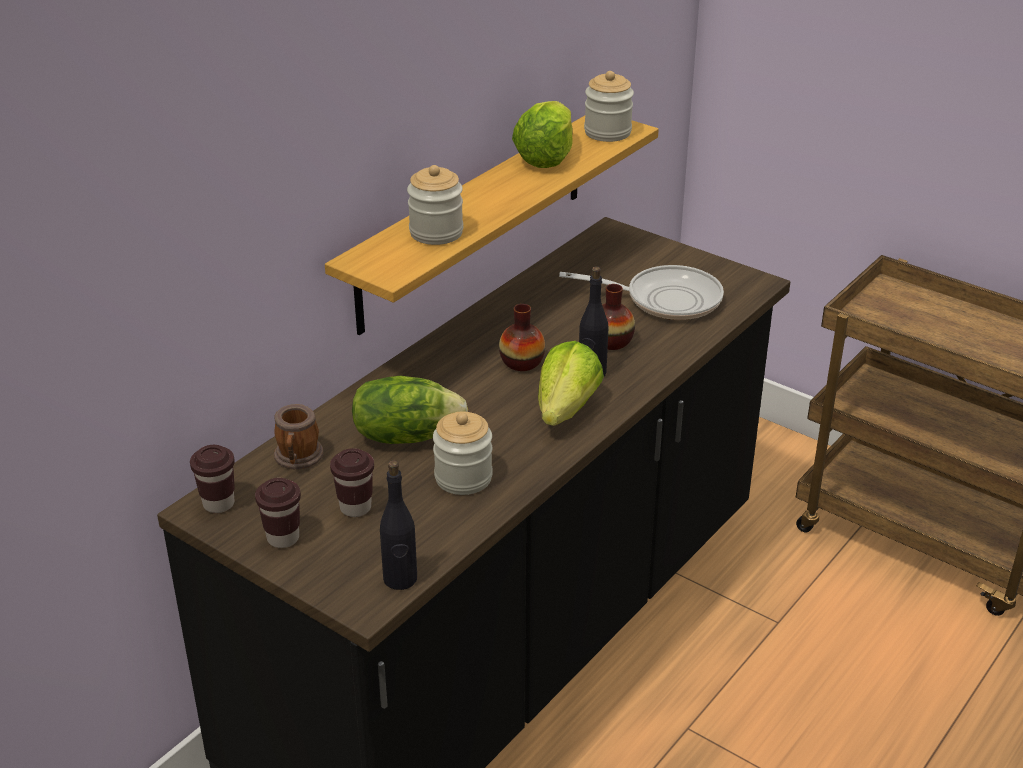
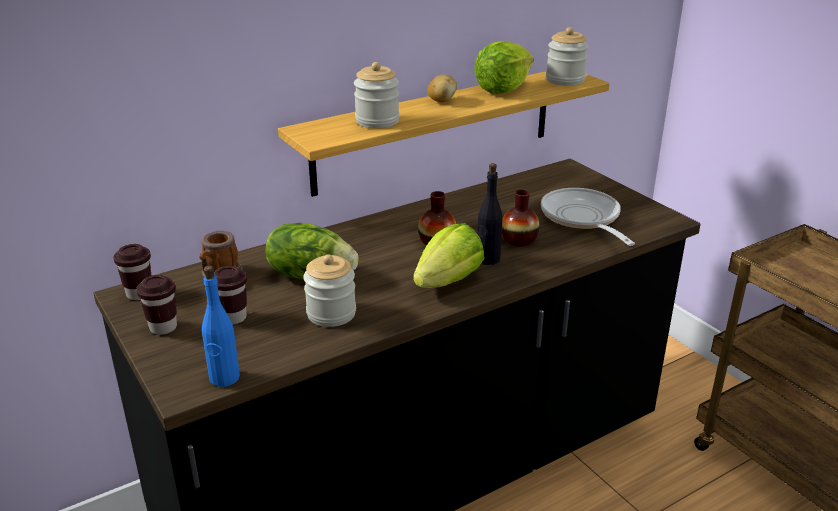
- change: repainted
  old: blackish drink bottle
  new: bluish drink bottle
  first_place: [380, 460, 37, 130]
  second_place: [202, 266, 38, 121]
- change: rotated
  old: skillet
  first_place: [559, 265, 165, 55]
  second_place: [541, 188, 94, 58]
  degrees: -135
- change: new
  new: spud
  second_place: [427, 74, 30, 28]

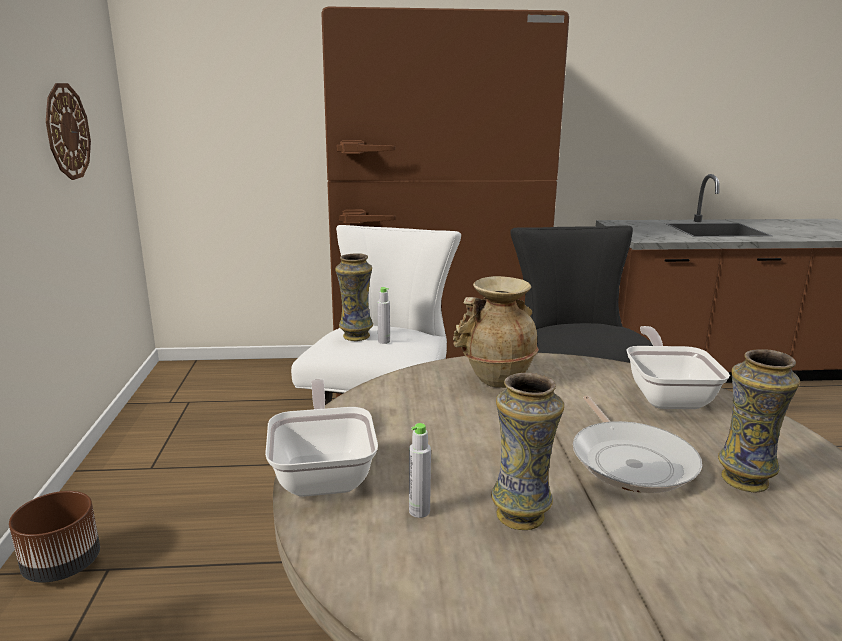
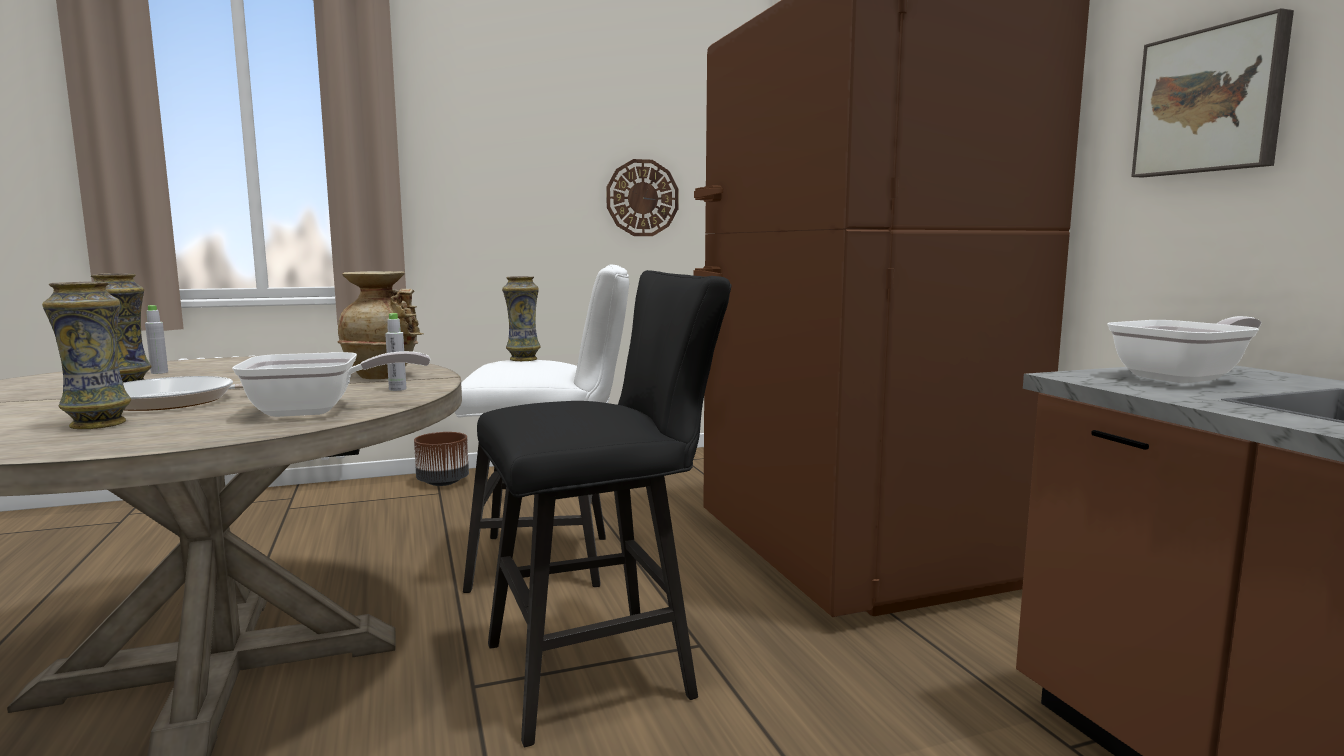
- change: shifted
  old: skillet
  first_place: [265, 379, 113, 118]
  second_place: [1107, 316, 154, 67]
- change: shifted
  old: grey drink bottle
  first_place: [377, 287, 13, 57]
  second_place: [385, 313, 21, 78]
- change: new
  new: wall art
  second_place: [1131, 8, 163, 169]

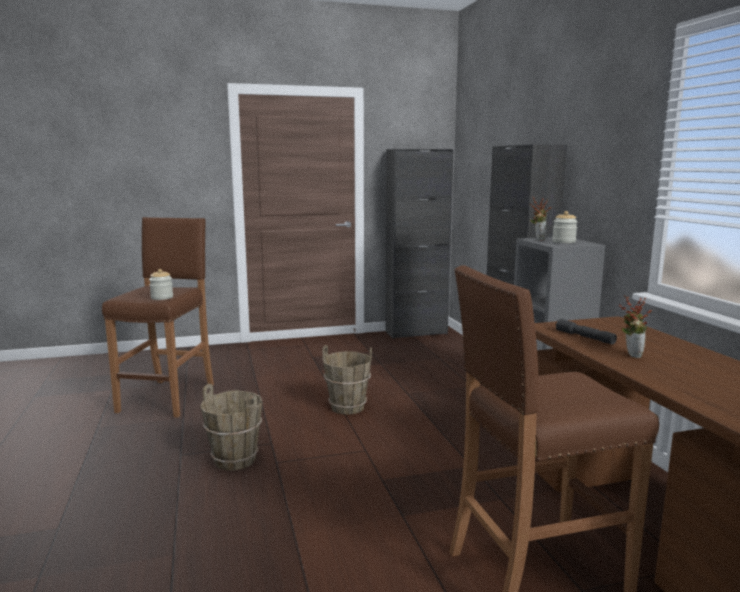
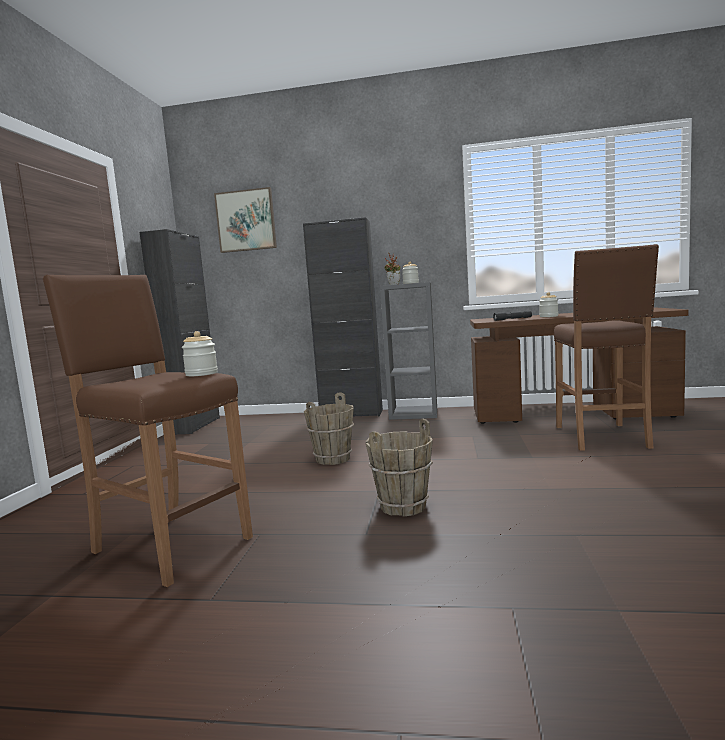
- change: swapped
  old: houseplant
  new: storage jar
  first_place: [619, 295, 33, 63]
  second_place: [539, 292, 19, 25]
- change: new
  new: wall art
  second_place: [214, 187, 63, 66]

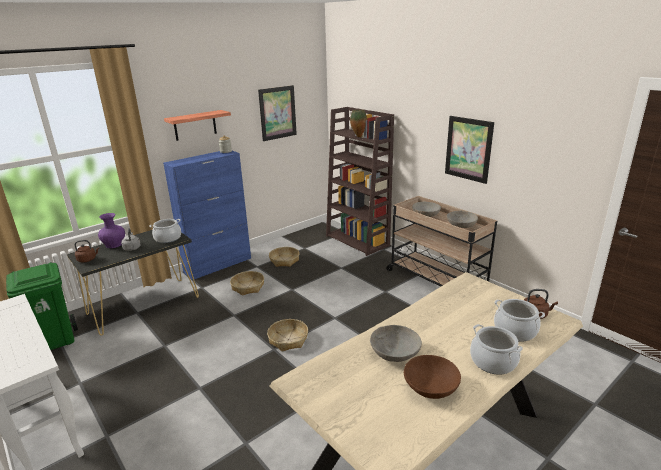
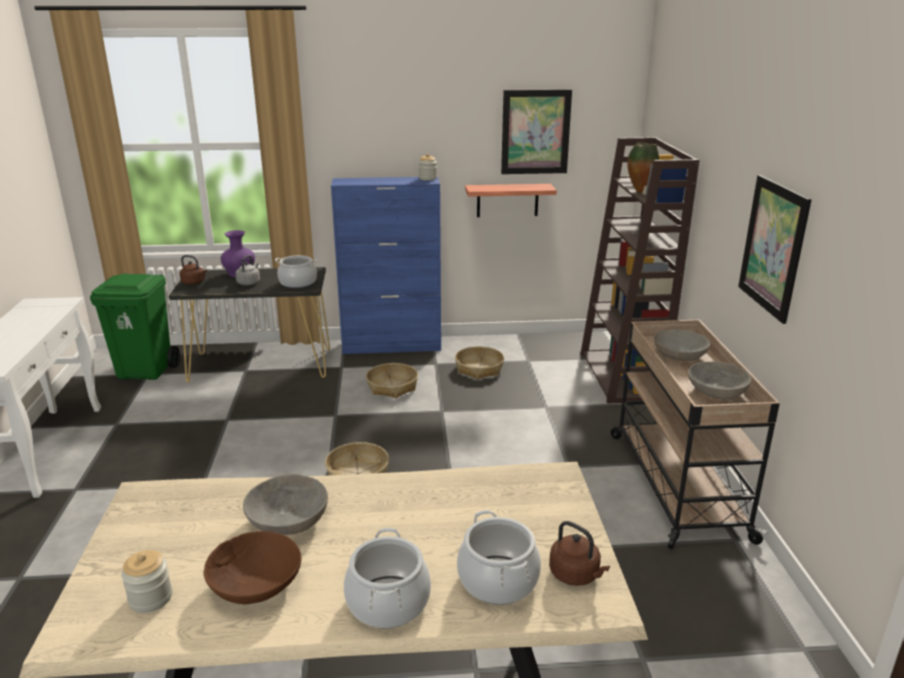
- change: shifted
  old: shelf
  first_place: [164, 110, 67, 31]
  second_place: [465, 184, 92, 33]
- change: new
  new: storage jar
  second_place: [121, 550, 51, 63]

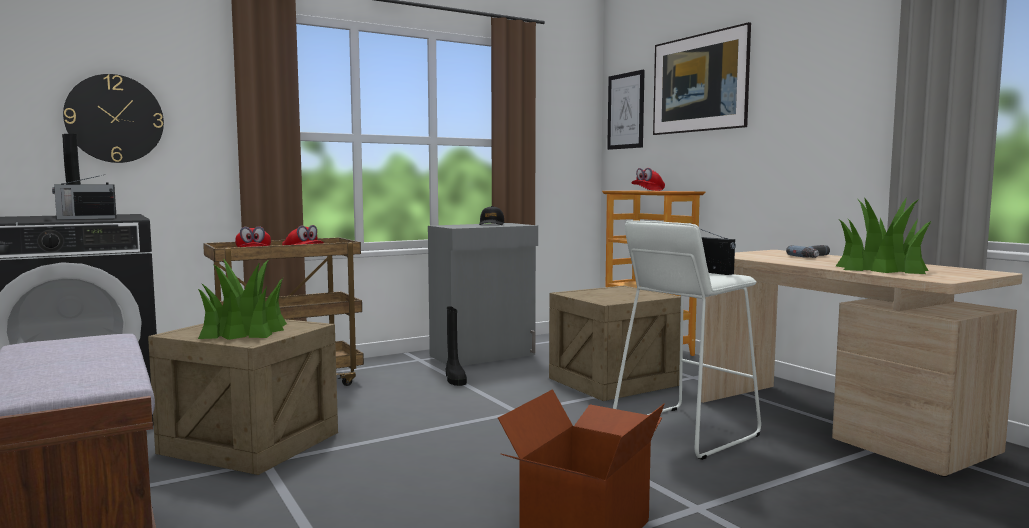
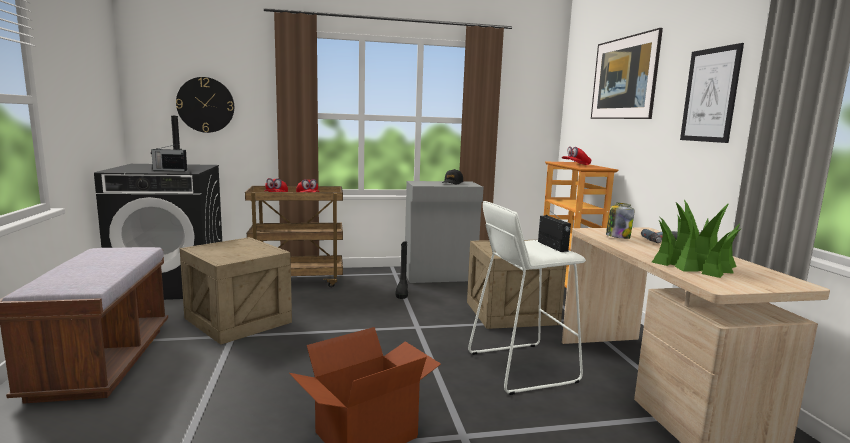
- change: gone
  old: houseplant
  first_place: [197, 259, 90, 81]
- change: shifted
  old: wall art
  first_place: [607, 70, 38, 80]
  second_place: [680, 43, 64, 100]
- change: new
  new: storage jar
  second_place: [606, 203, 28, 36]

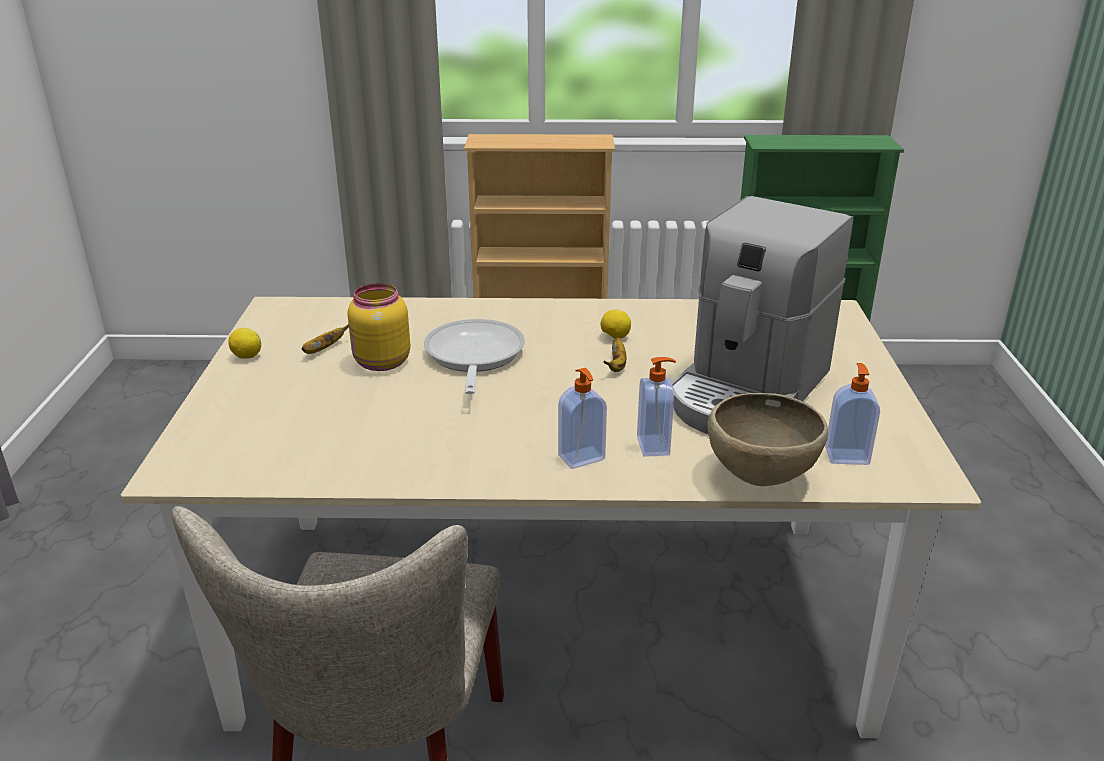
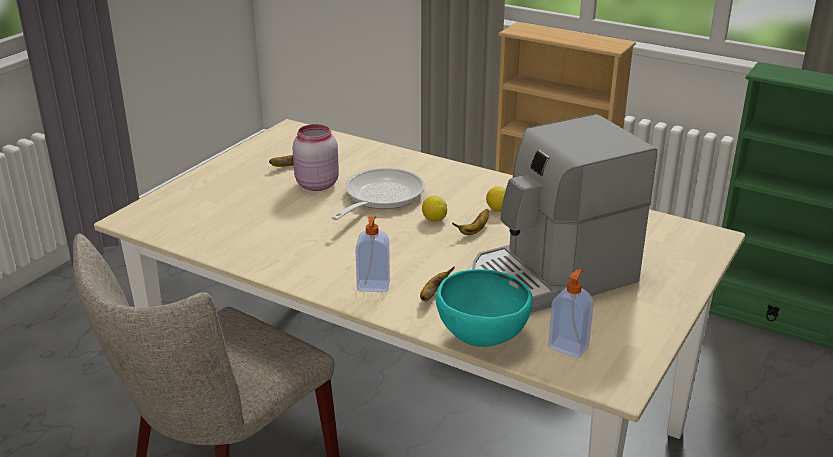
- change: shifted
  old: whole lemon
  first_place: [228, 328, 33, 31]
  second_place: [422, 196, 25, 26]
- change: repainted
  old: yellow storage jar
  new: pink-coloured storage jar
  first_place: [347, 283, 63, 88]
  second_place: [293, 124, 46, 67]
- change: swapped
  old: soap bottle
  new: banana
  first_place: [637, 357, 39, 100]
  second_place: [420, 266, 34, 35]
- change: repainted
  old: brown-coloured serving bowl
  new: turquoise serving bowl
  first_place: [707, 393, 121, 93]
  second_place: [436, 269, 97, 78]

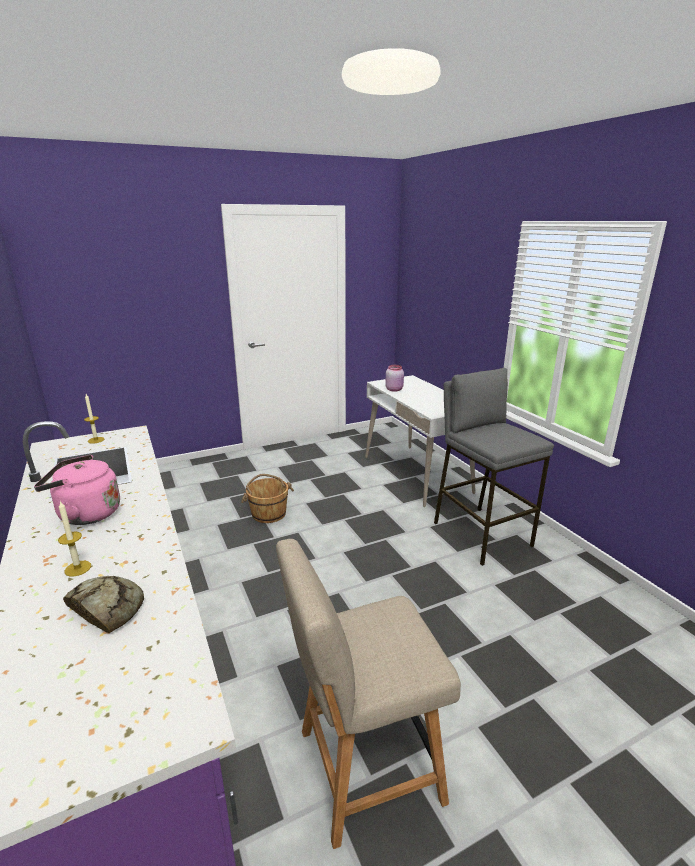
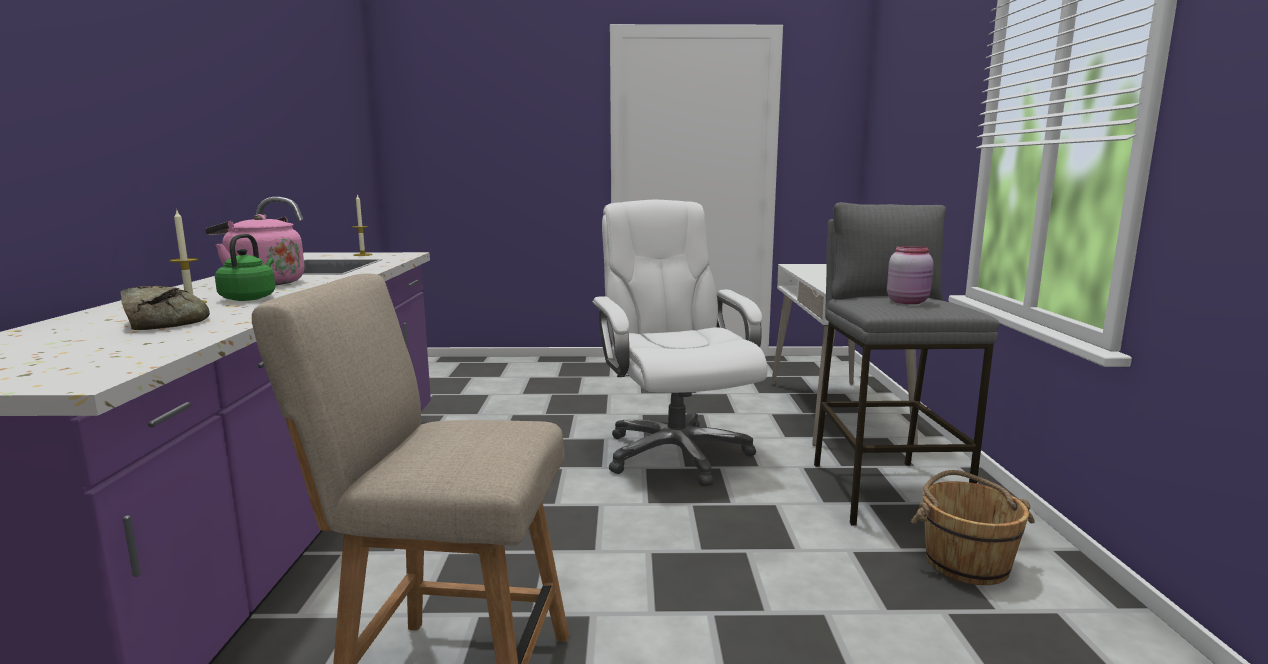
- change: shifted
  old: brown-coloured water bucket
  first_place: [241, 474, 53, 49]
  second_place: [911, 470, 124, 115]
- change: shifted
  old: pink-coloured storage jar
  first_place: [385, 365, 19, 27]
  second_place: [887, 245, 46, 59]
- change: new
  new: green tea kettle
  second_place: [215, 234, 61, 67]
- change: new
  new: white-coloured desk chair
  second_place: [592, 200, 175, 286]

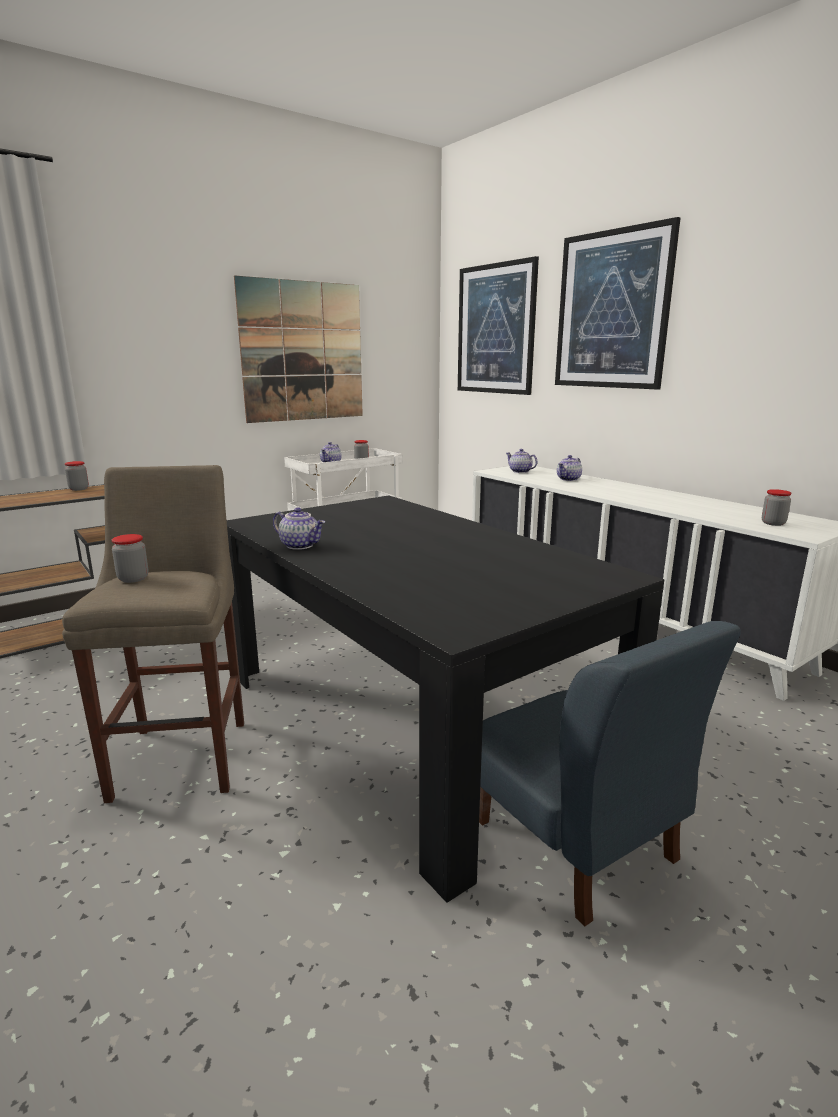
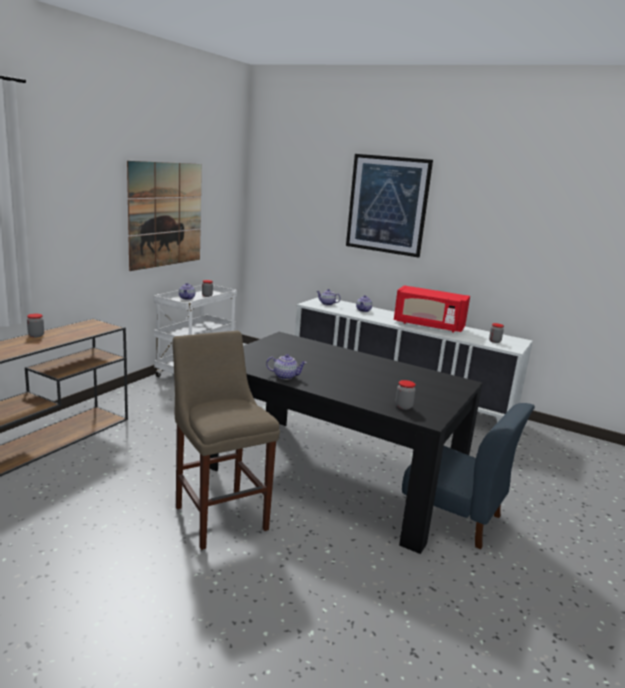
- change: shifted
  old: storage jar
  first_place: [112, 534, 36, 49]
  second_place: [395, 380, 21, 30]
- change: gone
  old: wall art
  first_place: [458, 256, 81, 139]
- change: new
  new: red microwave
  second_place: [394, 285, 76, 48]

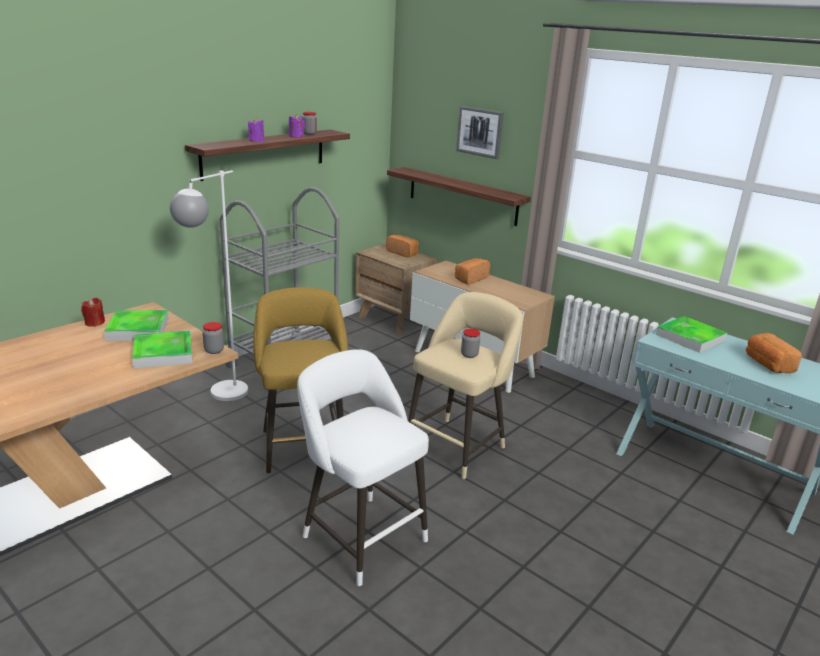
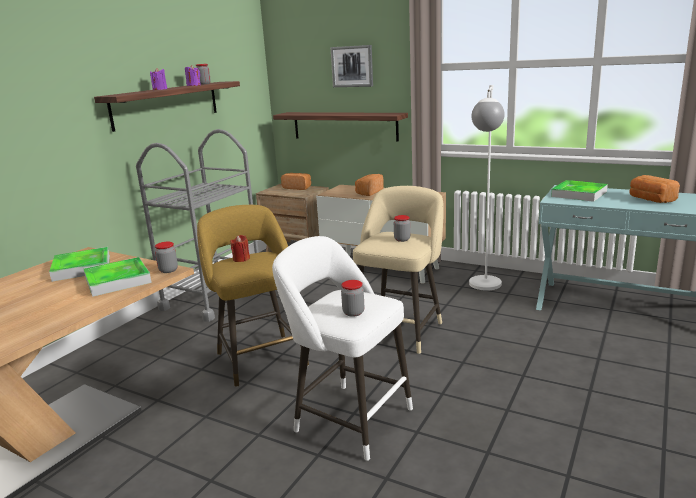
- change: shifted
  old: red wax candle
  first_place: [81, 298, 24, 29]
  second_place: [230, 235, 20, 27]
- change: shifted
  old: white-coloured standing lamp
  first_place: [170, 170, 78, 231]
  second_place: [469, 85, 36, 206]
- change: new
  new: storage jar
  second_place: [341, 280, 23, 37]

